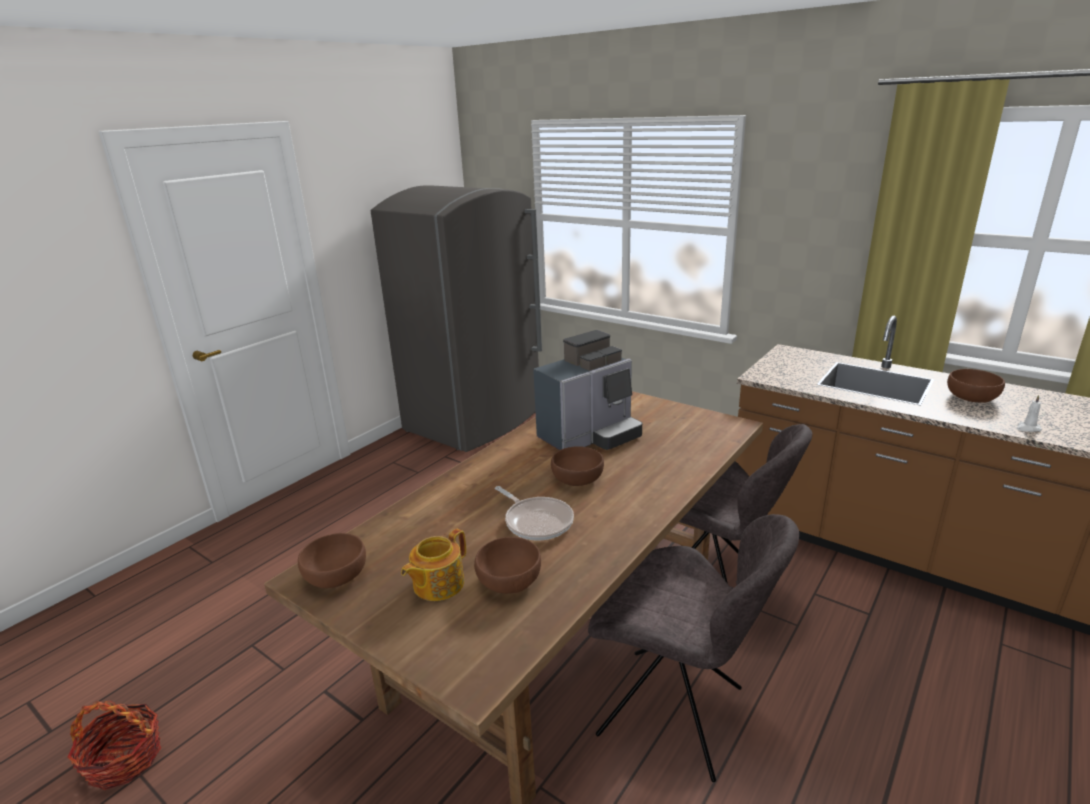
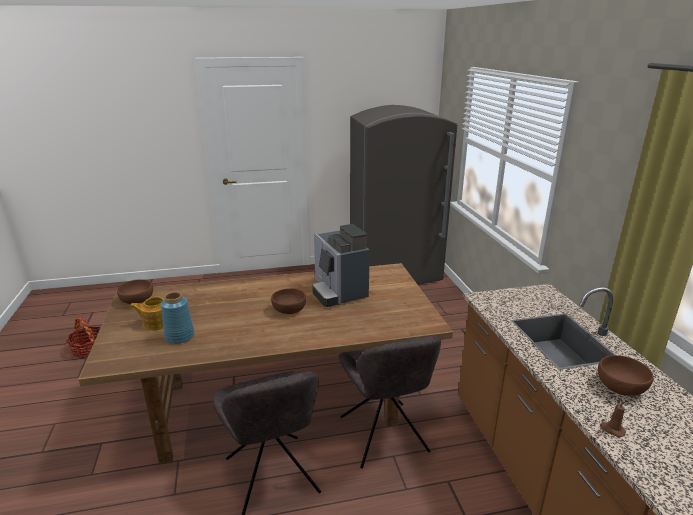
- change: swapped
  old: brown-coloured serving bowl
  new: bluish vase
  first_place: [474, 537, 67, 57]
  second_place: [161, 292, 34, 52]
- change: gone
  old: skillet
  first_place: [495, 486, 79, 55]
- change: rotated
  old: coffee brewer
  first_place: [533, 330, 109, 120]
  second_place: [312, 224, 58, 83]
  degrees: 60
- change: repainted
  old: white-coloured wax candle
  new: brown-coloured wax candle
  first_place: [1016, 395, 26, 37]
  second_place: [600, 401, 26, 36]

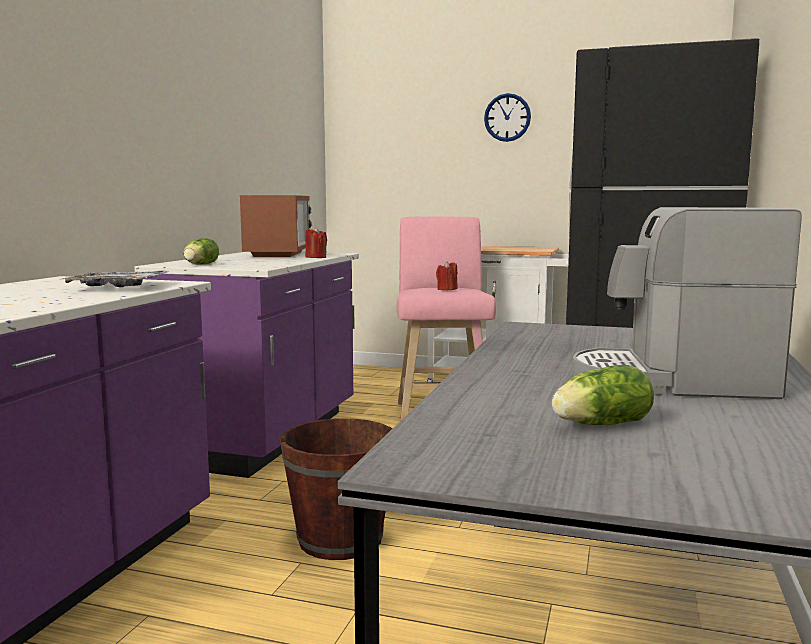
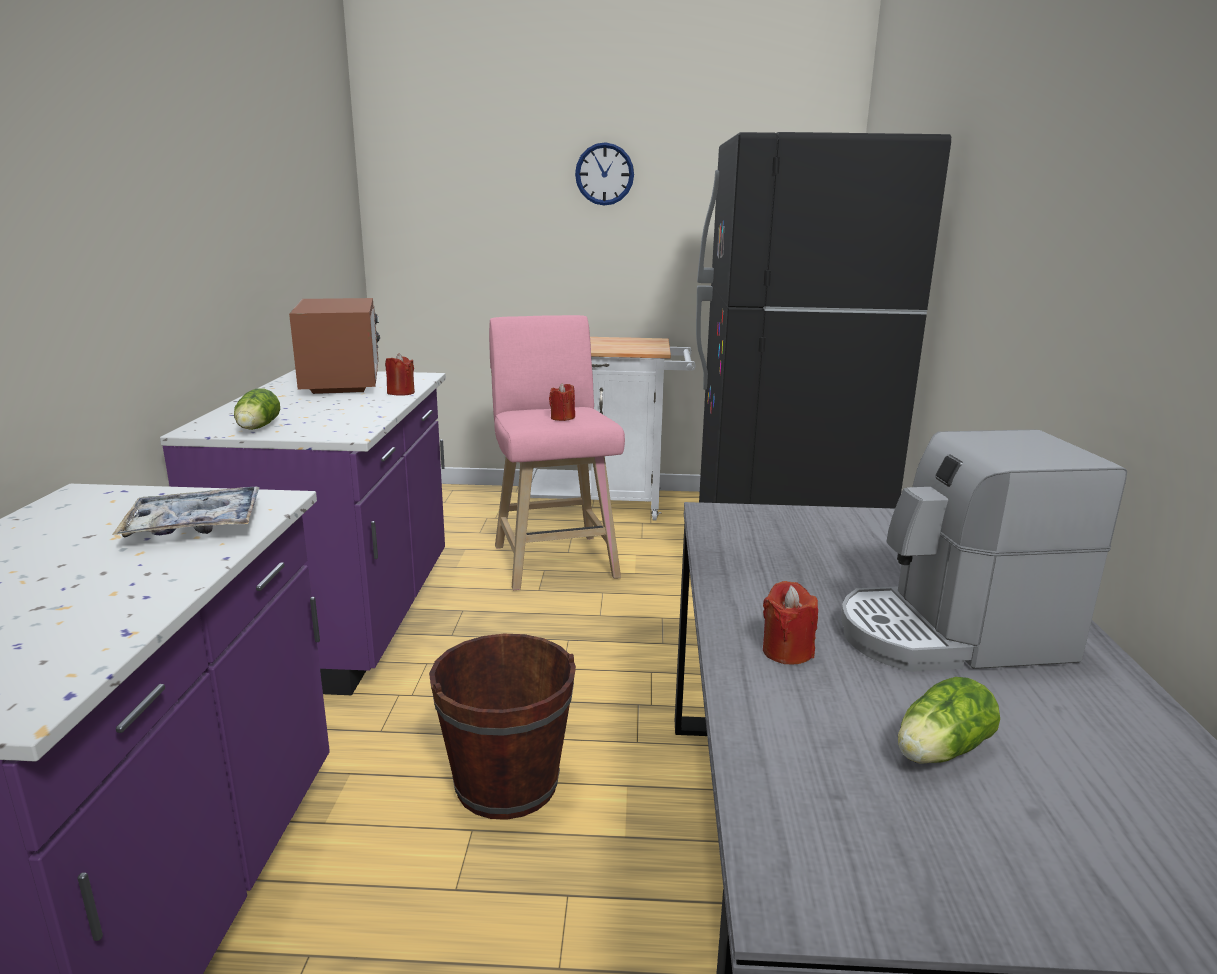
- change: new
  new: red wax candle
  second_place: [763, 581, 55, 83]

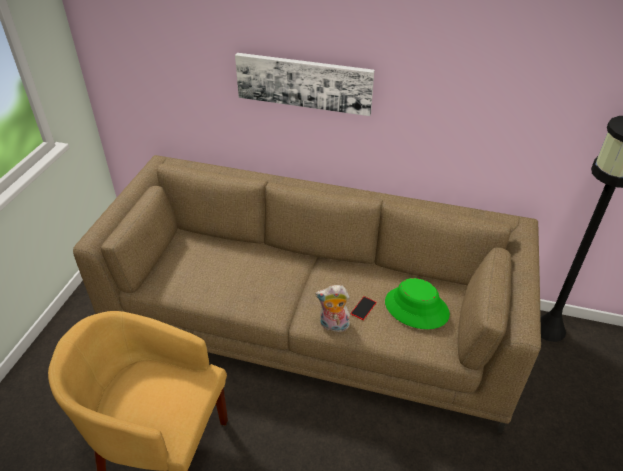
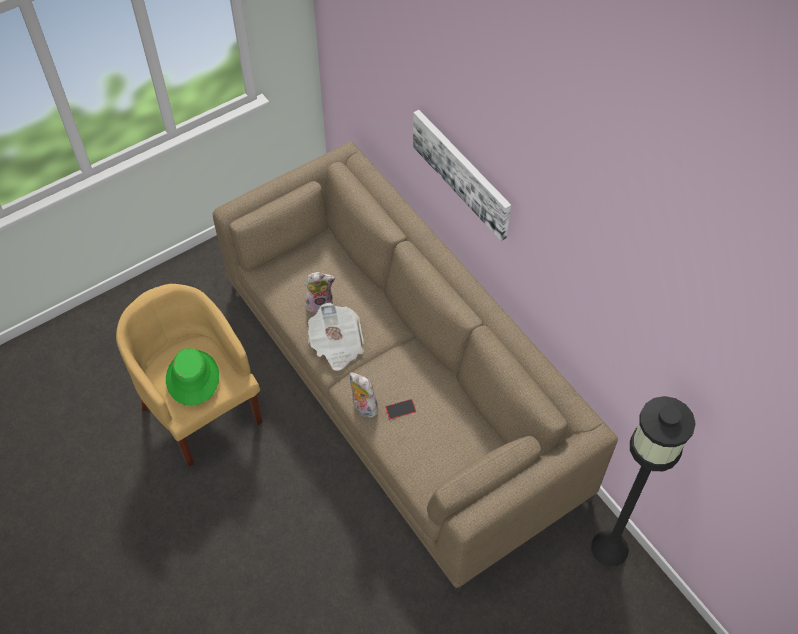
- change: shifted
  old: green hat
  first_place: [385, 278, 65, 51]
  second_place: [166, 348, 53, 58]
- change: new
  new: cuddly toy
  second_place: [305, 272, 31, 41]
- change: new
  new: printed paper
  second_place: [308, 303, 56, 68]

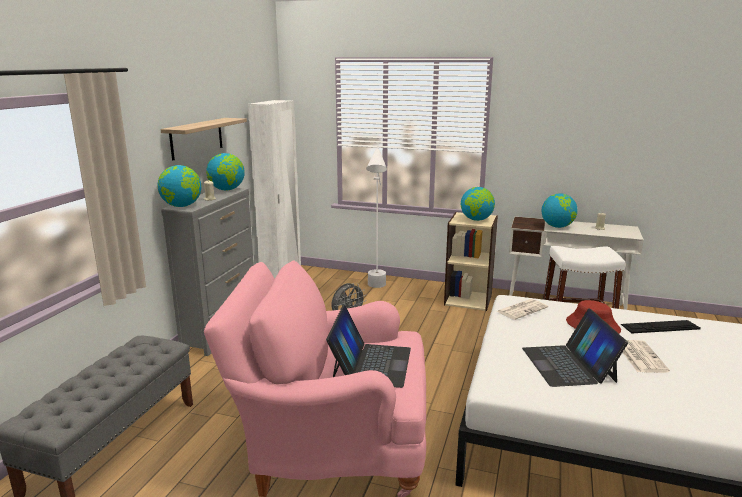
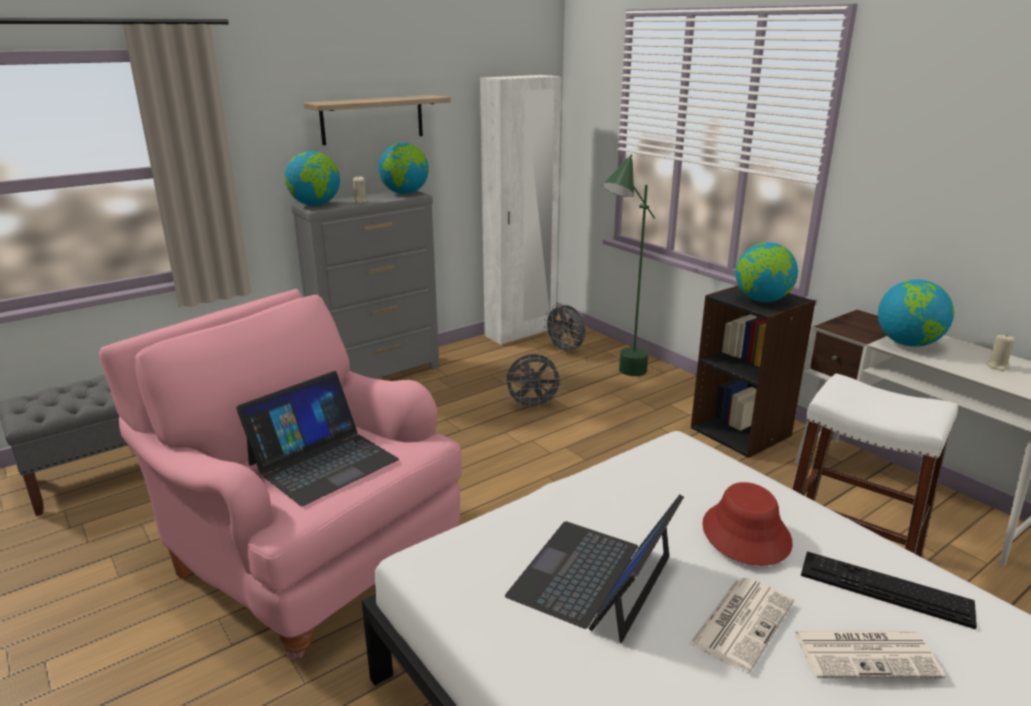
- change: repainted
  old: white-coloured standing lamp
  new: green standing lamp
  first_place: [366, 146, 21, 142]
  second_place: [603, 155, 52, 221]
- change: repainted
  old: sand-coloured shelving unit
  new: blackish shelving unit
  first_place: [444, 212, 54, 99]
  second_place: [691, 285, 124, 173]
- change: shifted
  old: printed paper
  first_place: [497, 299, 51, 21]
  second_place: [794, 631, 151, 47]
- change: new
  new: grey electric fan
  second_place: [545, 304, 40, 50]

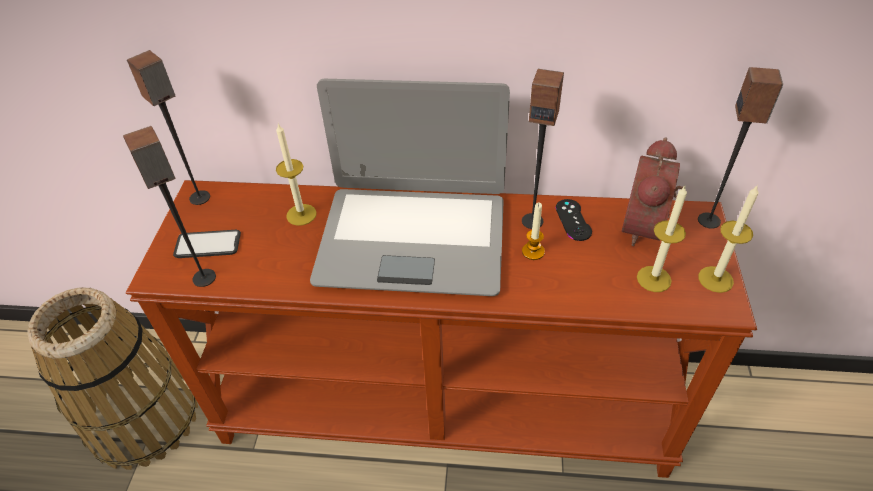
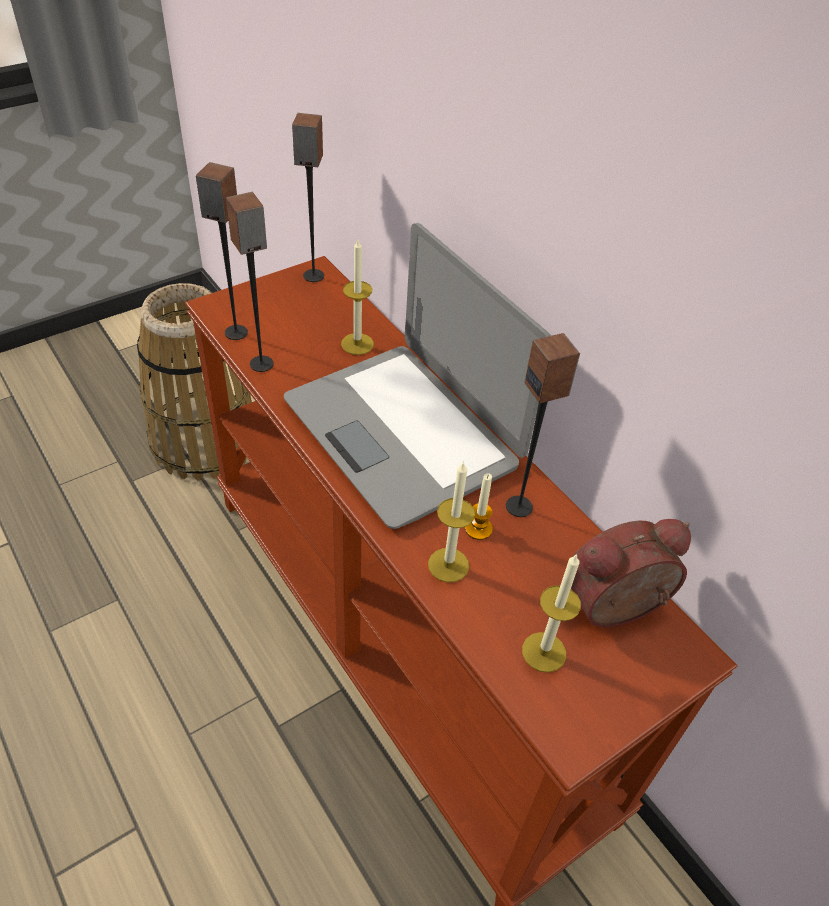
- change: gone
  old: phone
  first_place: [173, 230, 68, 28]
- change: gone
  old: blackish joypad
  first_place: [556, 199, 36, 42]
- change: shifted
  old: audio speaker
  first_place: [698, 67, 85, 162]
  second_place: [226, 192, 48, 180]
- change: shifted
  old: wax candle
  first_place: [698, 186, 60, 107]
  second_place: [428, 461, 47, 121]

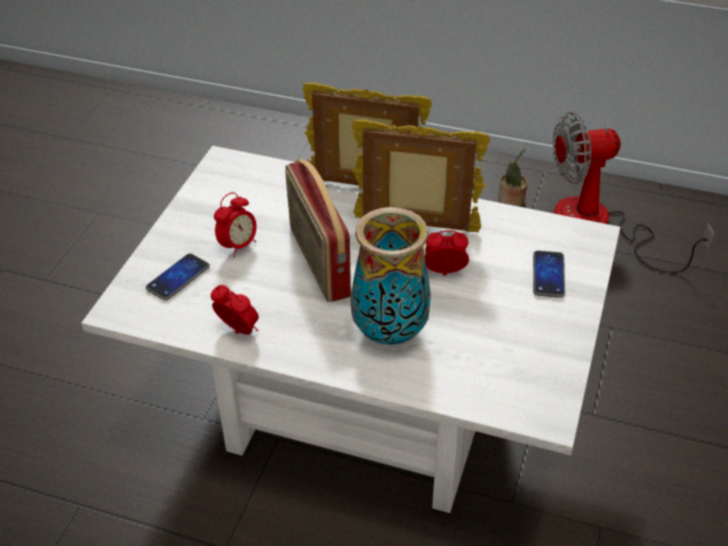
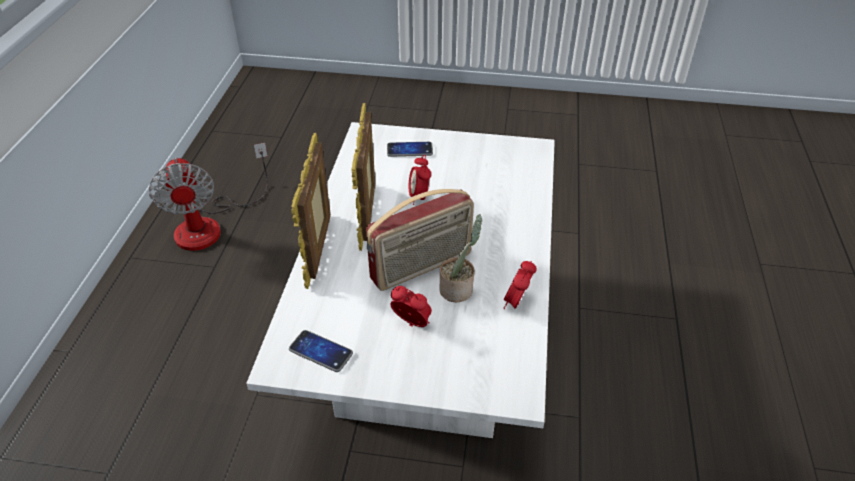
- change: shifted
  old: phone
  first_place: [146, 253, 64, 48]
  second_place: [289, 330, 64, 42]
- change: gone
  old: vase
  first_place: [350, 207, 81, 138]
- change: shifted
  old: houseplant
  first_place: [498, 148, 30, 59]
  second_place: [439, 214, 43, 88]

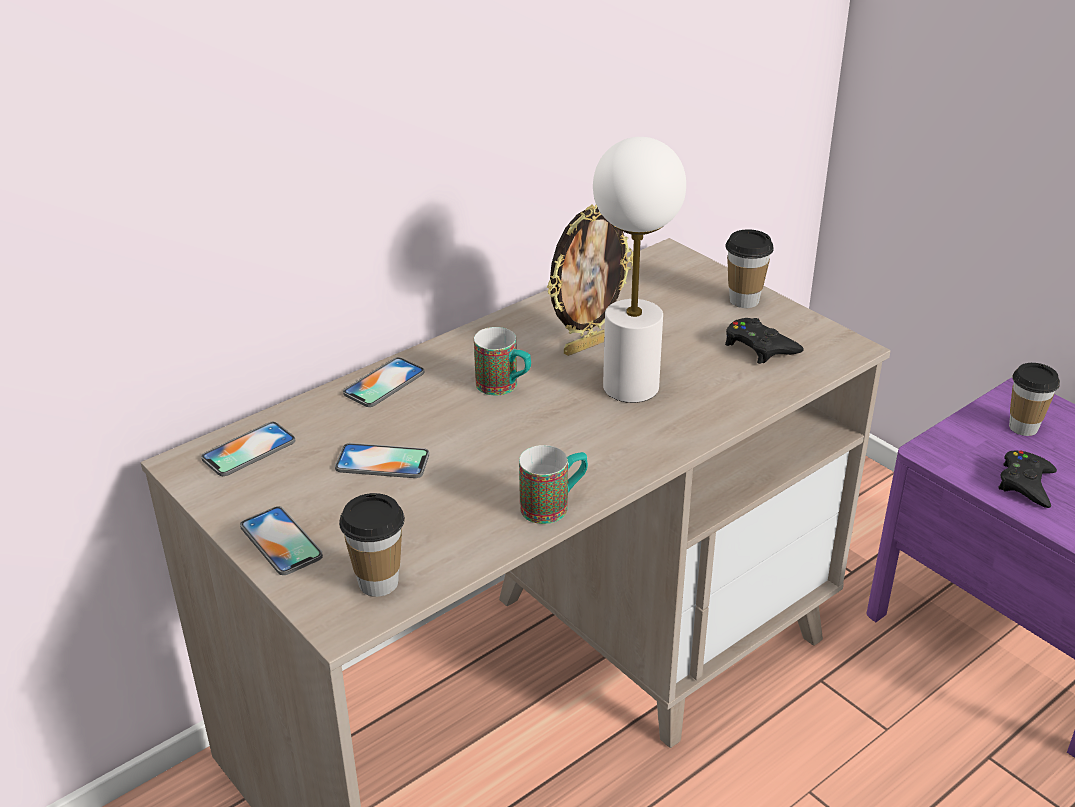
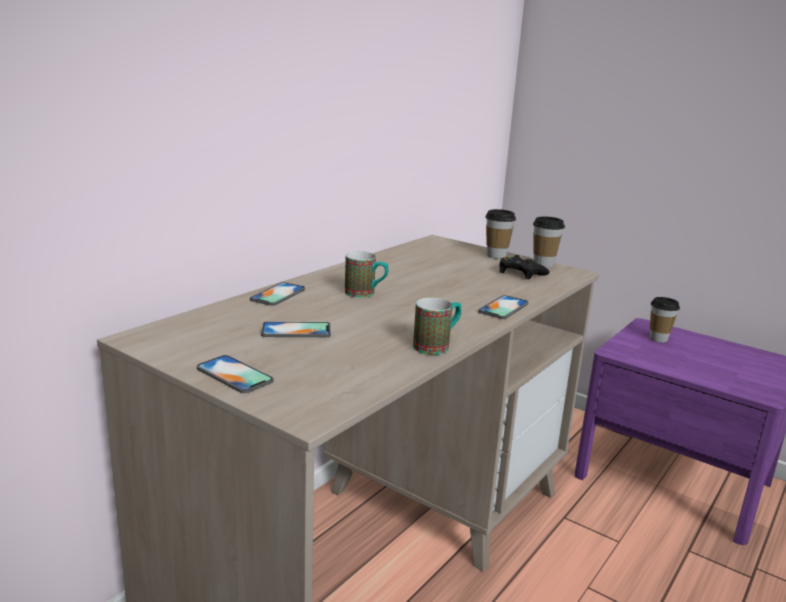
- change: shifted
  old: phone
  first_place: [201, 422, 94, 54]
  second_place: [478, 295, 50, 24]
- change: shifted
  old: cup
  first_place: [339, 493, 66, 104]
  second_place: [533, 216, 32, 52]
- change: gone
  old: picture frame
  first_place: [547, 204, 86, 152]
- change: gone
  old: white-coloured lamp for a table
  first_place: [593, 137, 93, 266]
- change: gone
  old: blackish joypad
  first_place: [998, 450, 59, 58]

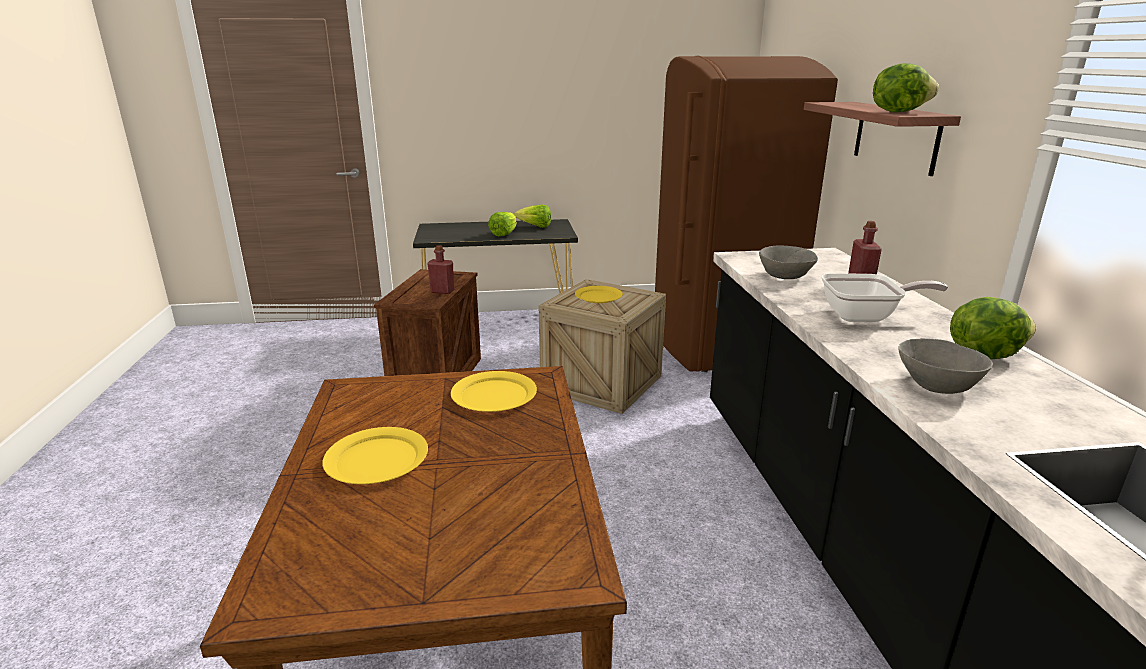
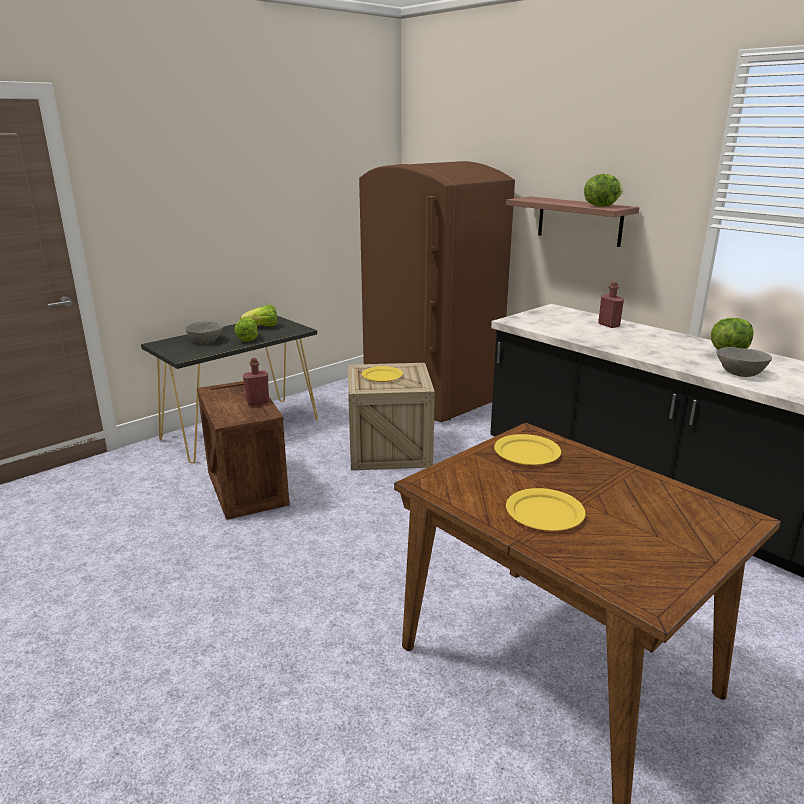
- change: shifted
  old: grey serving bowl
  first_place: [759, 245, 59, 34]
  second_place: [185, 321, 38, 22]
- change: gone
  old: skillet
  first_place: [821, 273, 127, 49]

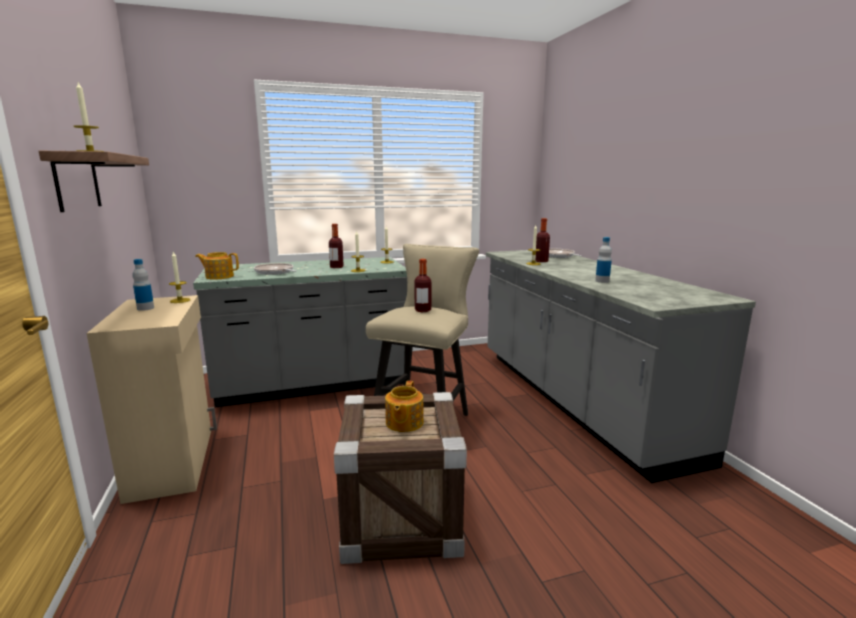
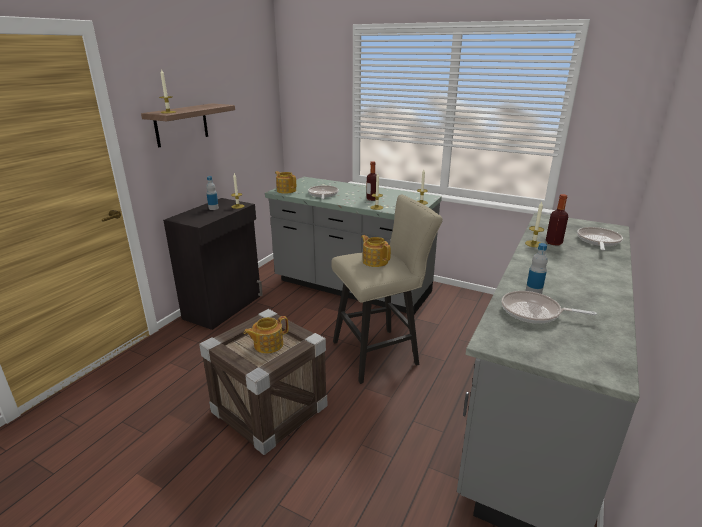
- change: repainted
  old: sand-coloured cupboard
  new: blackish cupboard
  first_place: [87, 295, 130, 209]
  second_place: [163, 198, 100, 132]
- change: swapped
  old: drink bottle
  new: pot for tea
  first_place: [414, 259, 17, 53]
  second_place: [361, 235, 30, 32]
- change: new
  new: skillet
  second_place: [502, 291, 95, 33]

